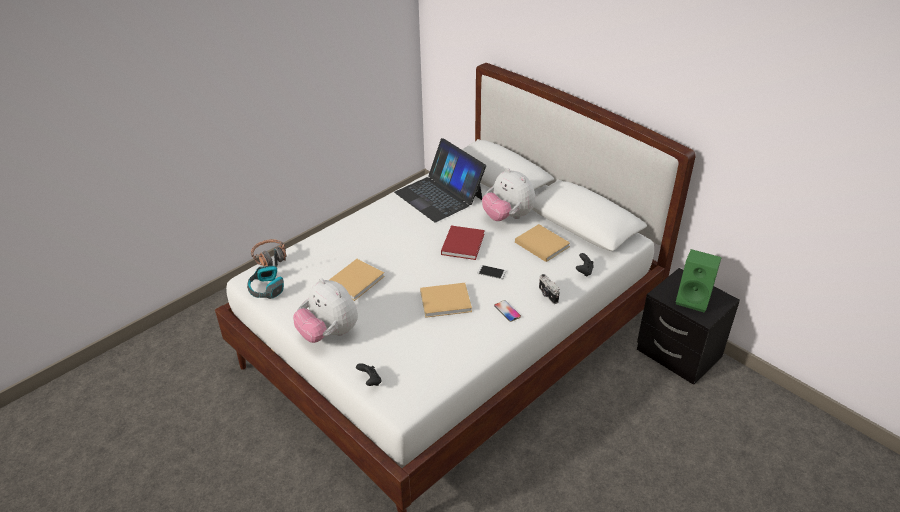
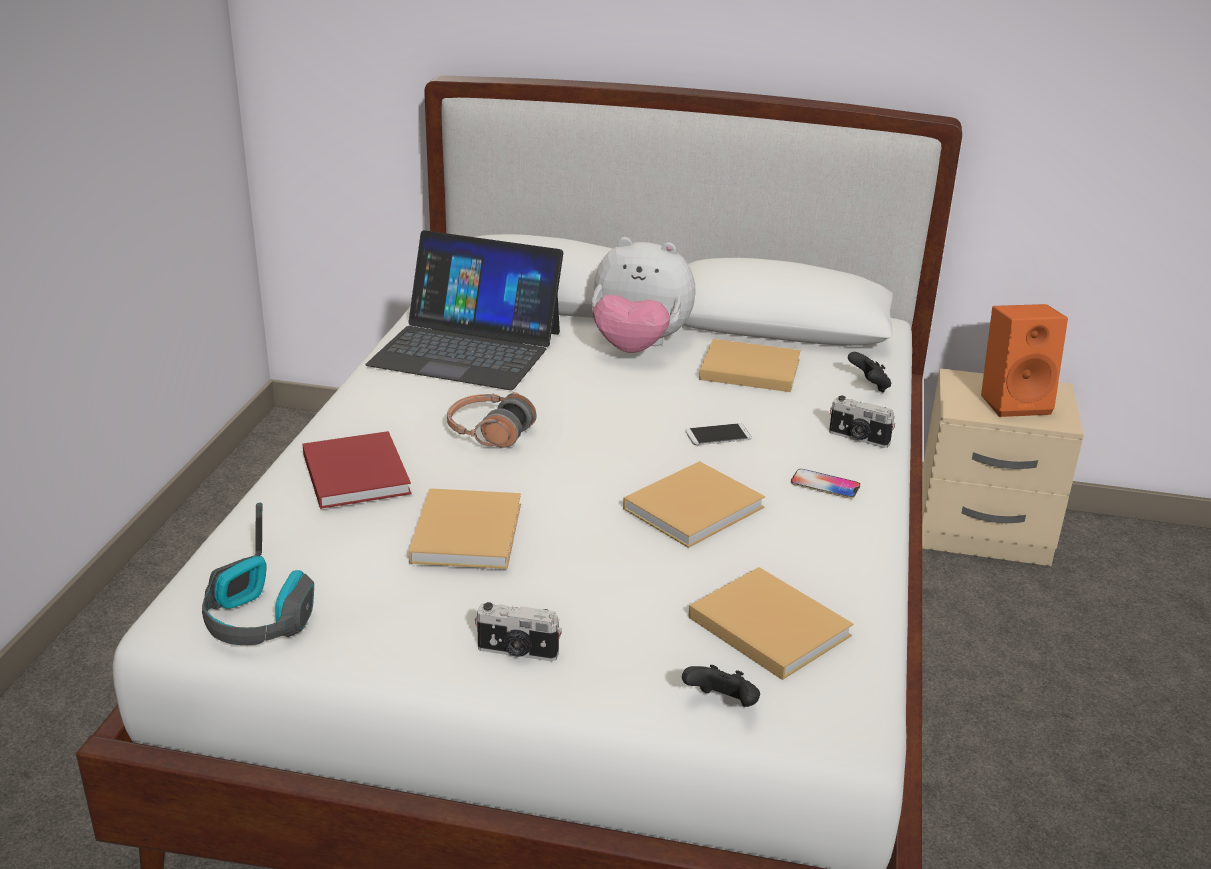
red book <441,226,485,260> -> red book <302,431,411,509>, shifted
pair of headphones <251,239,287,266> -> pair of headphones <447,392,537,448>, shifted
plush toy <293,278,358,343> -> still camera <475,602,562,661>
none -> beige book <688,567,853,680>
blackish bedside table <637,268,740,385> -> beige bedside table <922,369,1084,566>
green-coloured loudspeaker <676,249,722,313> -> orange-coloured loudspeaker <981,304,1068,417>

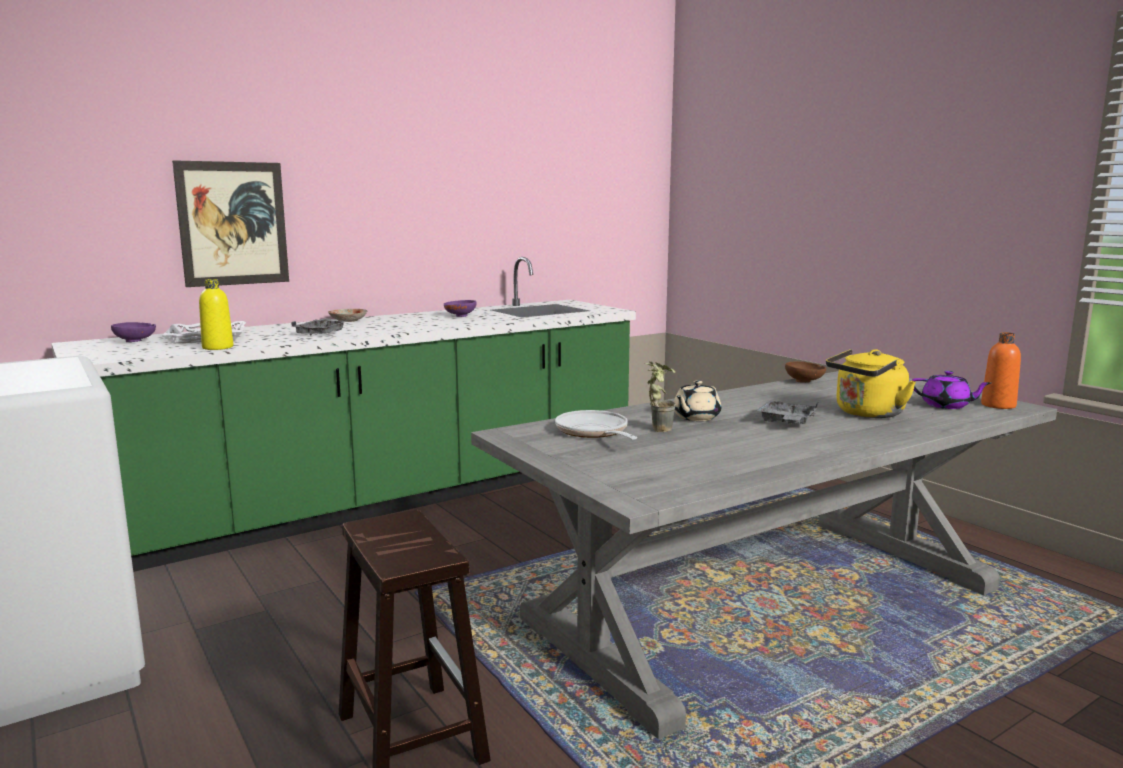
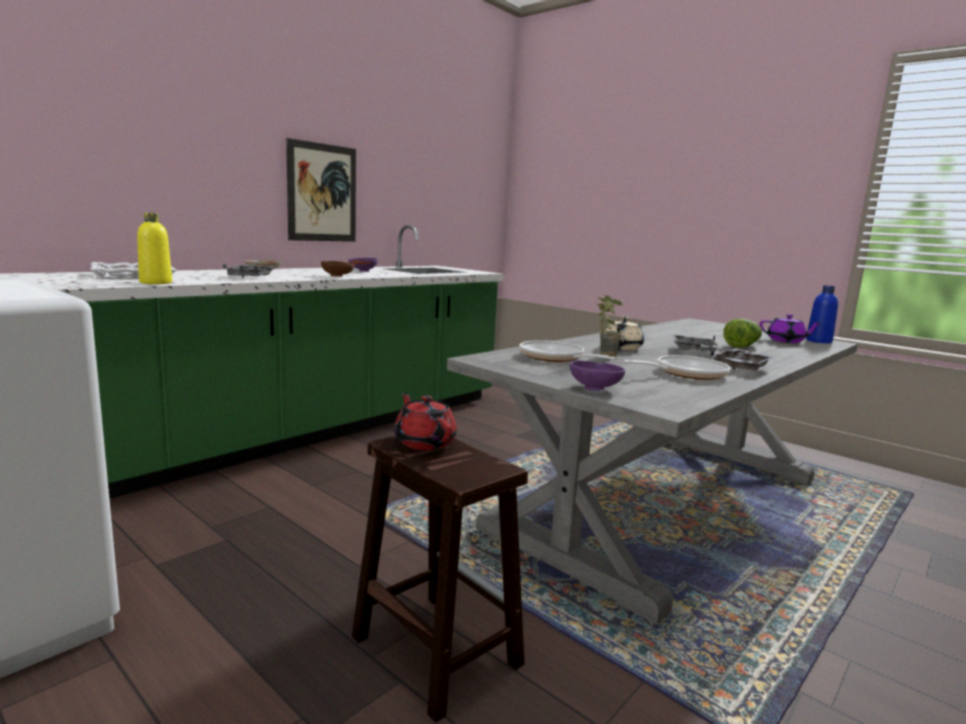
picture <172,160,289,287> -> picture <286,138,356,242>, shifted
brownish serving bowl <785,361,826,383> -> brownish serving bowl <321,261,354,277>, shifted
none -> red teapot <394,393,457,450>
purplish serving bowl <111,322,156,342> -> purplish serving bowl <570,360,625,391>, shifted
none -> skillet <623,355,731,380>
none -> gray carrying tray <711,348,773,371>
yellow water kettle <826,349,916,418> -> lettuce <723,319,762,348>
orange-coloured beverage bottle <981,332,1021,409> -> bluish beverage bottle <806,285,838,343>

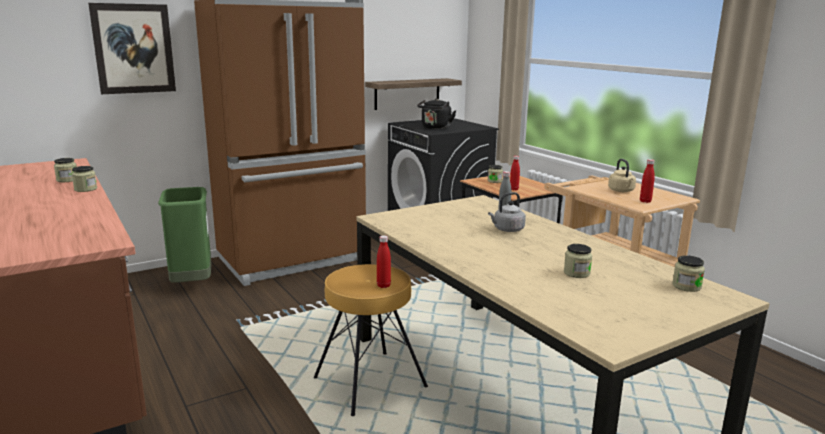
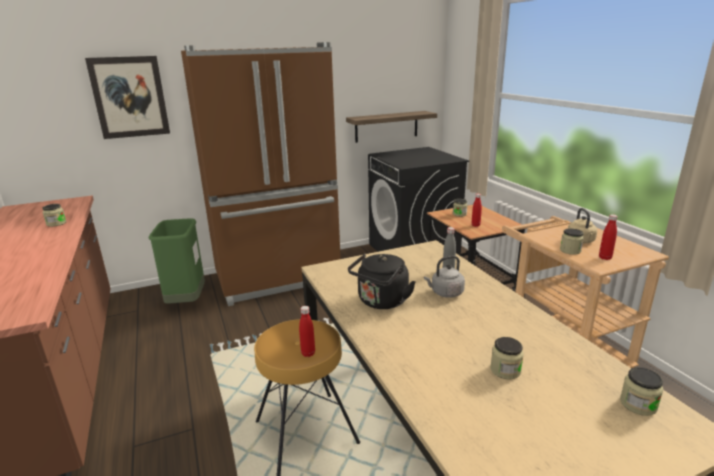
blackish water kettle <417,98,456,129> -> blackish water kettle <348,254,415,309>, shifted
jar <72,166,97,192> -> jar <560,228,584,255>, shifted

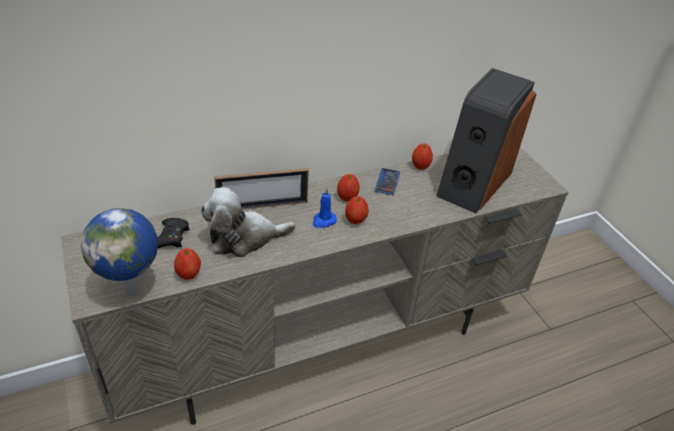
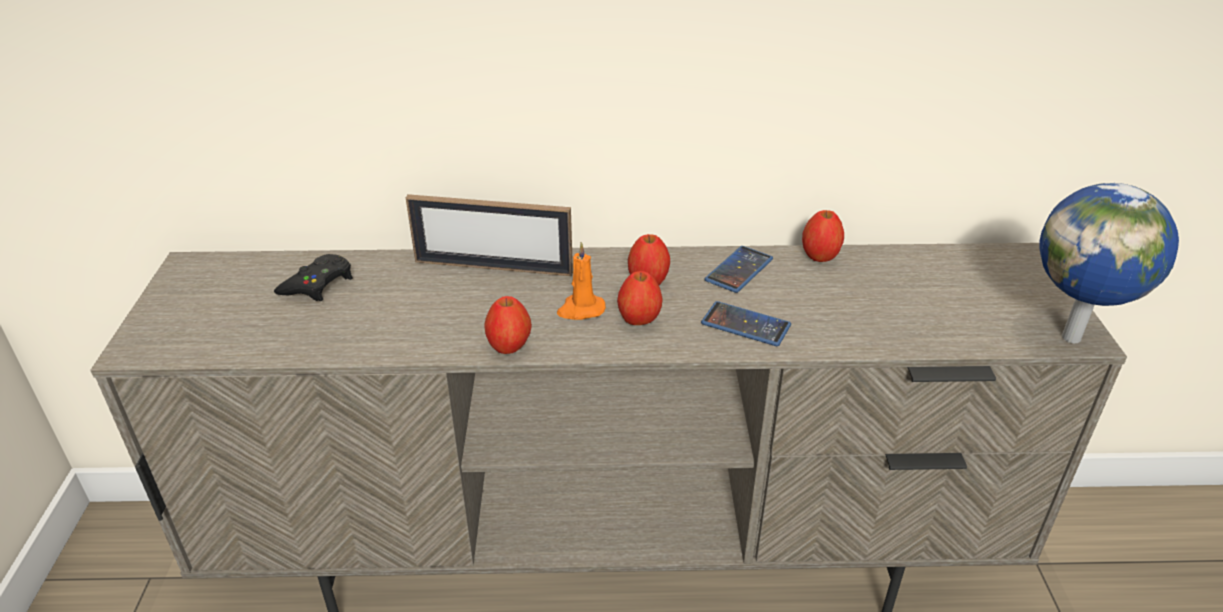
apple fruit <174,248,201,280> -> apple fruit <484,296,532,354>, shifted
bluish wax candle <313,188,337,228> -> orange-coloured wax candle <557,242,606,320>
none -> handset <701,301,791,346>
desk globe <81,208,158,296> -> desk globe <1039,183,1179,343>, shifted
plush toy <201,187,296,257> -> none
loudspeaker <436,68,536,213> -> none

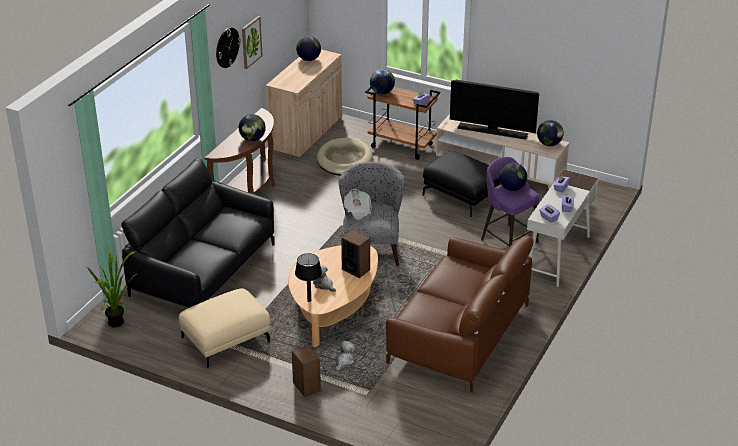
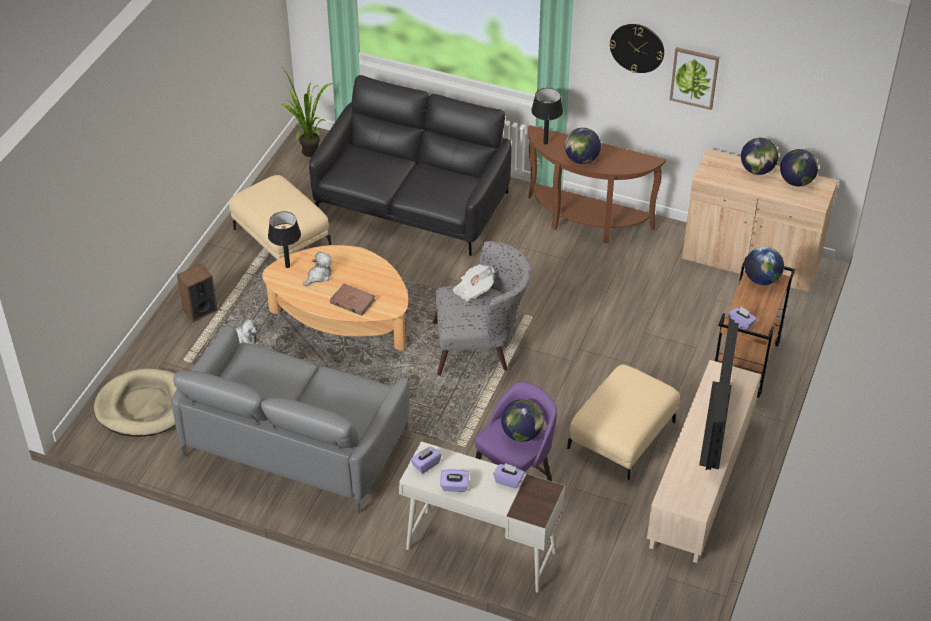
beige dog cushion <317,138,373,176> -> beige dog cushion <94,369,177,437>, shifted
brownish couch <386,236,533,393> -> gray couch <172,325,410,514>
loudspeaker <341,230,370,278> -> brownish book <330,284,375,316>
none -> blackish table lamp <531,88,563,145>
blackish ottoman <422,151,501,217> -> beige ottoman <567,365,680,480>
desk globe <537,120,564,146> -> desk globe <741,138,778,175>, shifted

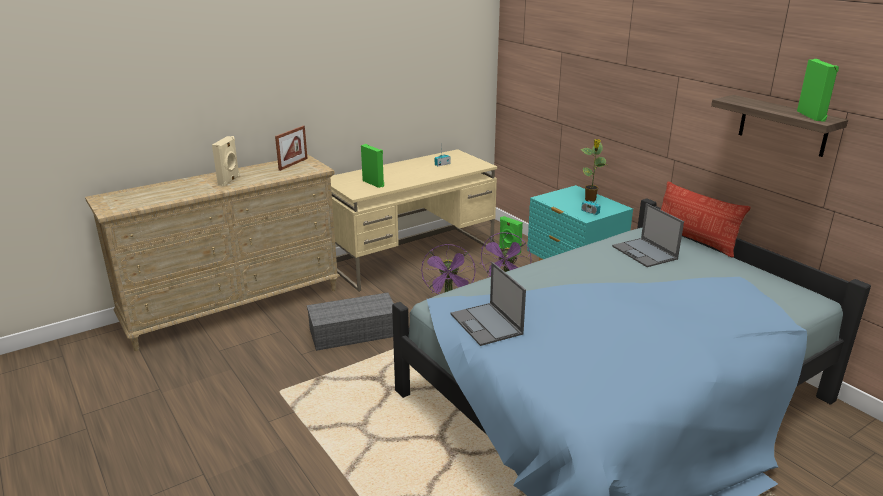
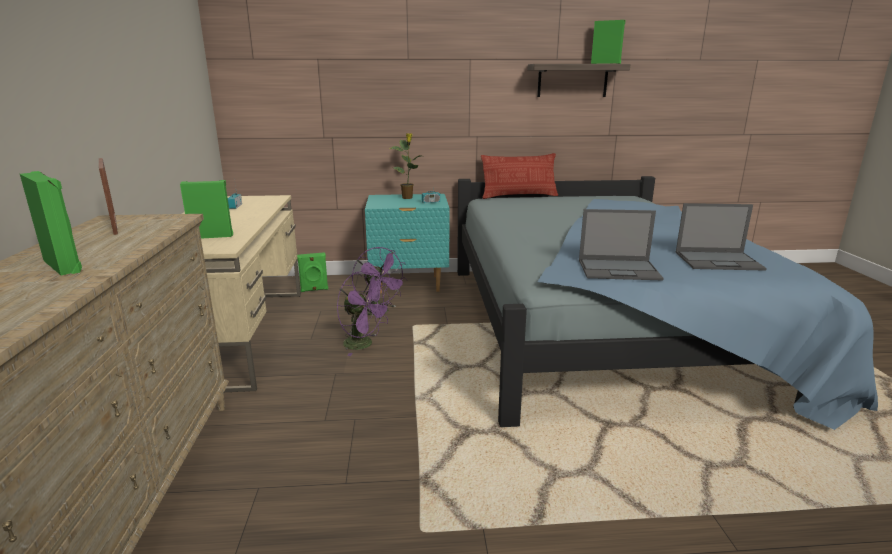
beige loudspeaker <212,136,240,187> -> green-coloured loudspeaker <20,171,82,275>
portable computer <612,203,684,267> -> portable computer <676,203,767,271>, shifted
gray storage bin <307,293,394,351> -> none

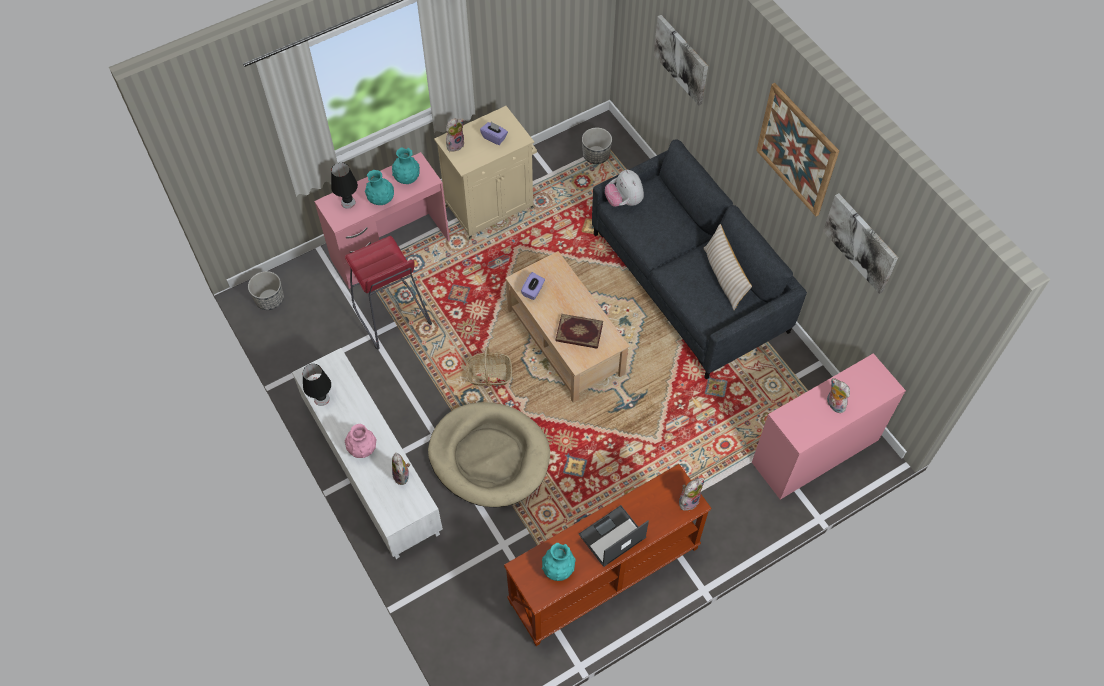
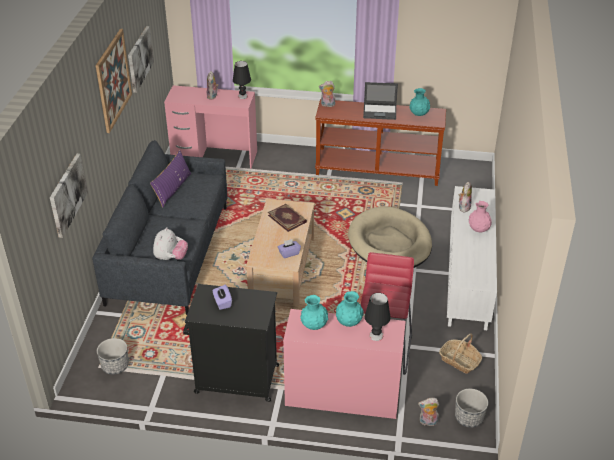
beige throw pillow <704,224,752,310> -> purplish throw pillow <150,150,191,208>
beige cupboard <434,106,537,240> -> blackish cupboard <183,284,279,402>
blackish table lamp <303,364,331,406> -> blackish table lamp <233,61,251,99>, shifted
plush toy <446,118,464,152> -> plush toy <418,398,439,426>, shifted
basket <466,347,512,386> -> basket <439,333,482,374>, shifted

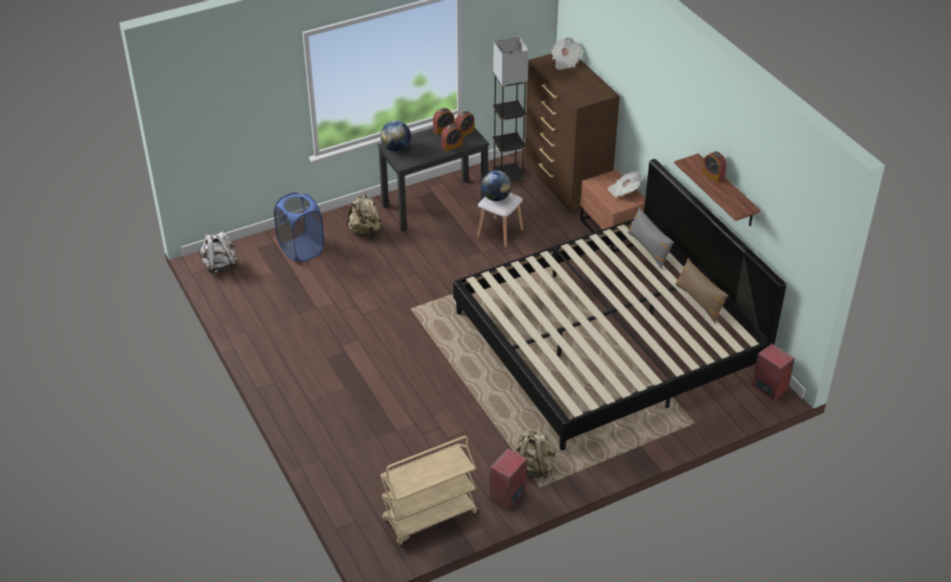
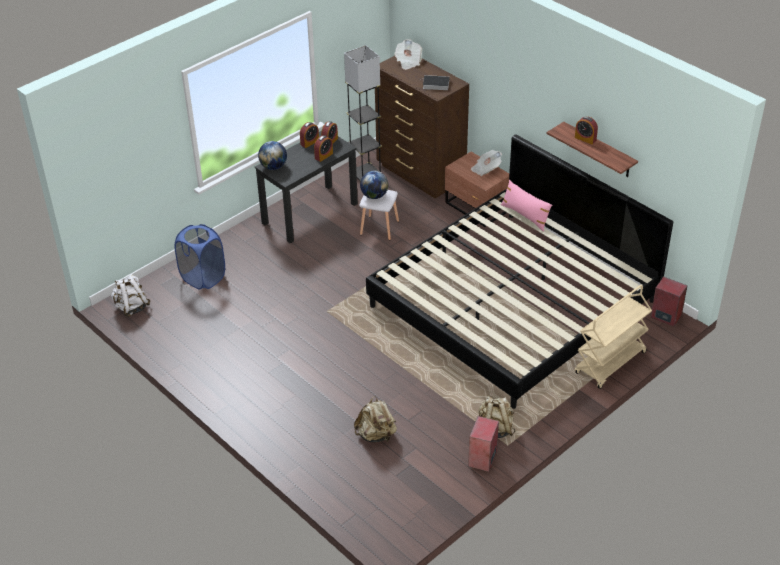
beige rucksack <346,193,382,237> -> beige rucksack <354,396,397,443>, shifted
none -> book <420,75,449,90>
gray throw pillow <627,207,674,269> -> pink-coloured throw pillow <501,180,552,231>
beige cart <380,436,479,546> -> beige cart <575,285,652,389>, shifted
brownish throw pillow <675,258,729,324> -> none

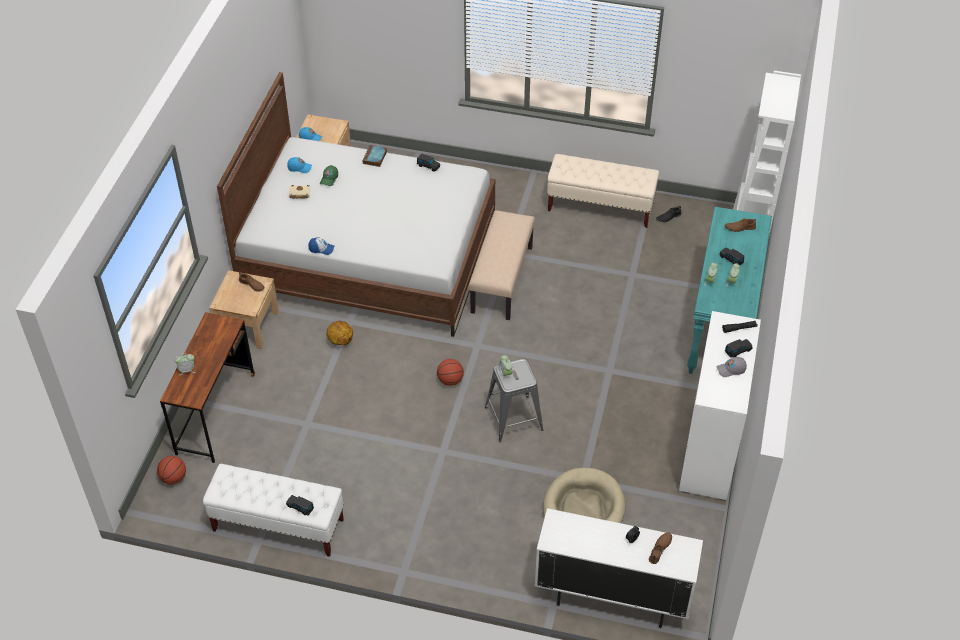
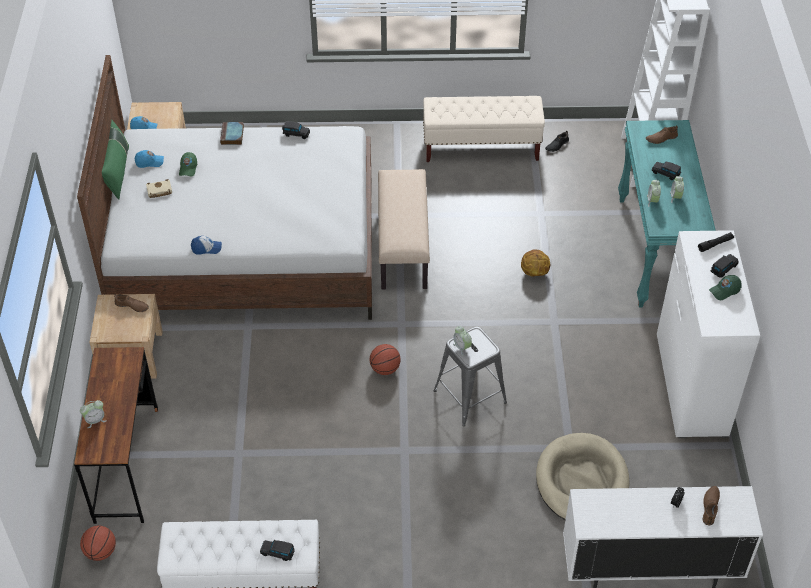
none -> green-coloured throw pillow <102,120,129,200>
basketball <326,321,353,345> -> basketball <521,249,550,277>, shifted
gray baseball cap <717,357,747,377> -> green-coloured baseball cap <709,275,742,300>

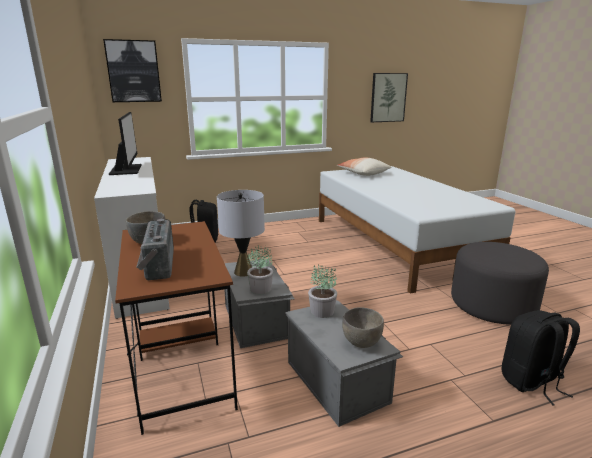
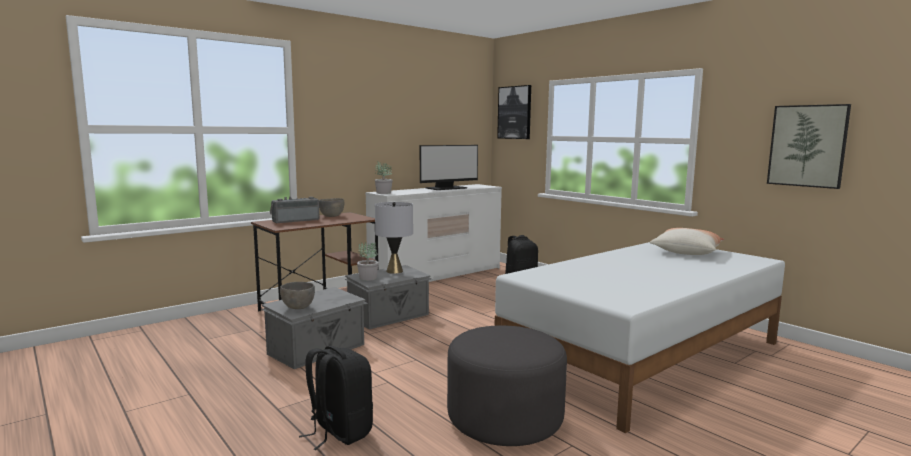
houseplant <308,264,337,318> -> houseplant <375,162,392,194>, shifted

